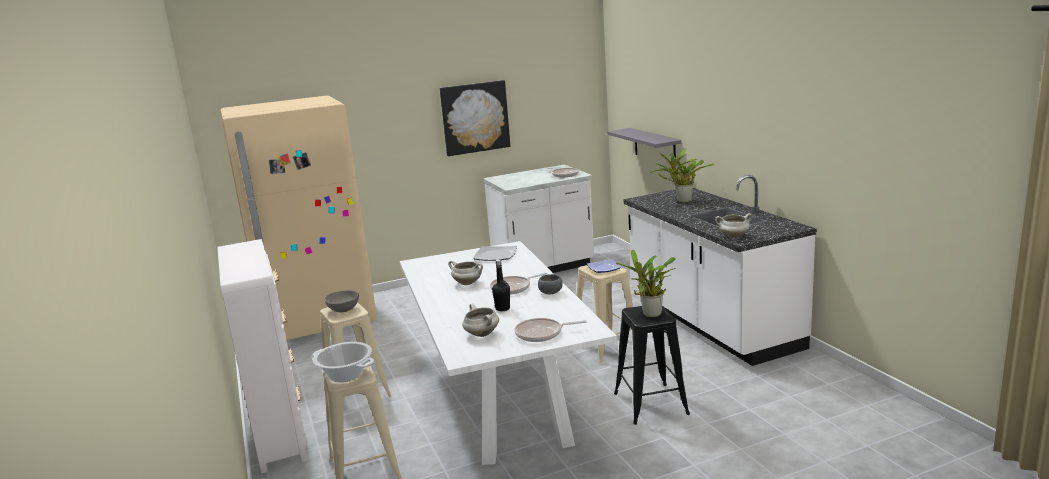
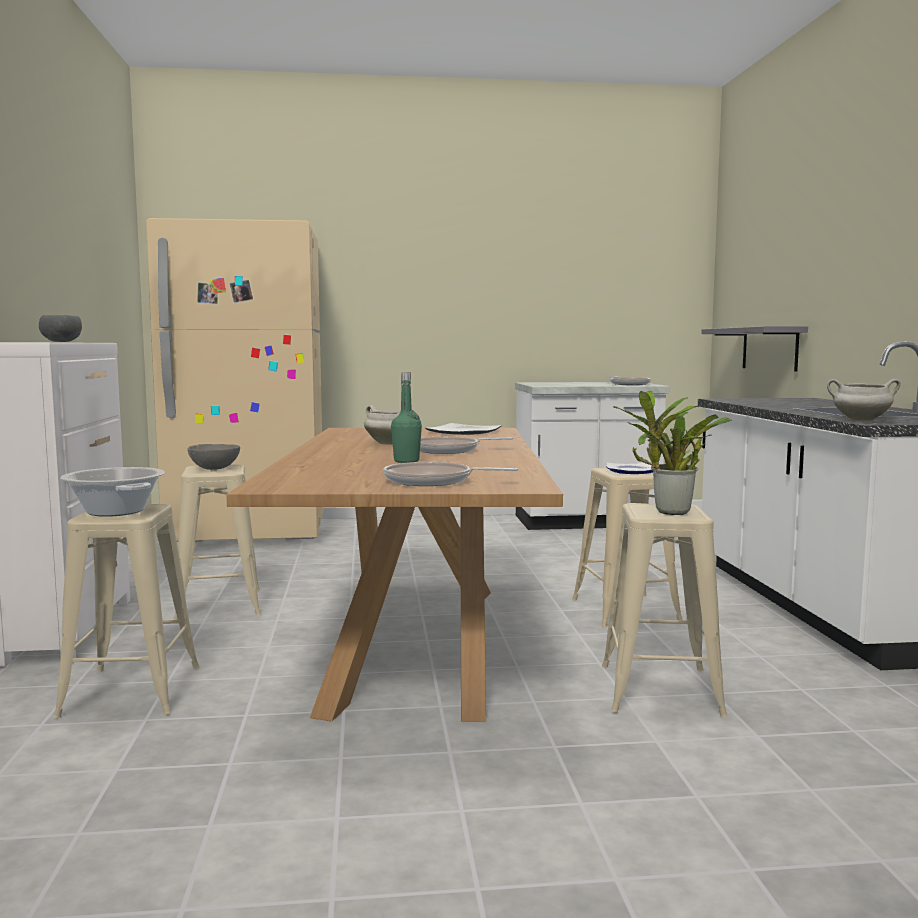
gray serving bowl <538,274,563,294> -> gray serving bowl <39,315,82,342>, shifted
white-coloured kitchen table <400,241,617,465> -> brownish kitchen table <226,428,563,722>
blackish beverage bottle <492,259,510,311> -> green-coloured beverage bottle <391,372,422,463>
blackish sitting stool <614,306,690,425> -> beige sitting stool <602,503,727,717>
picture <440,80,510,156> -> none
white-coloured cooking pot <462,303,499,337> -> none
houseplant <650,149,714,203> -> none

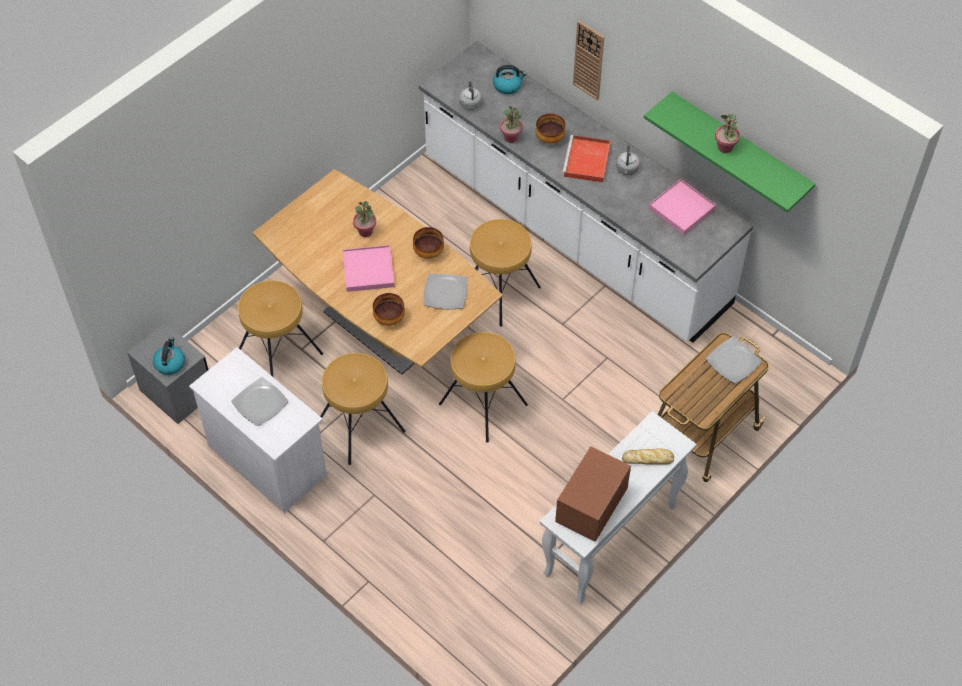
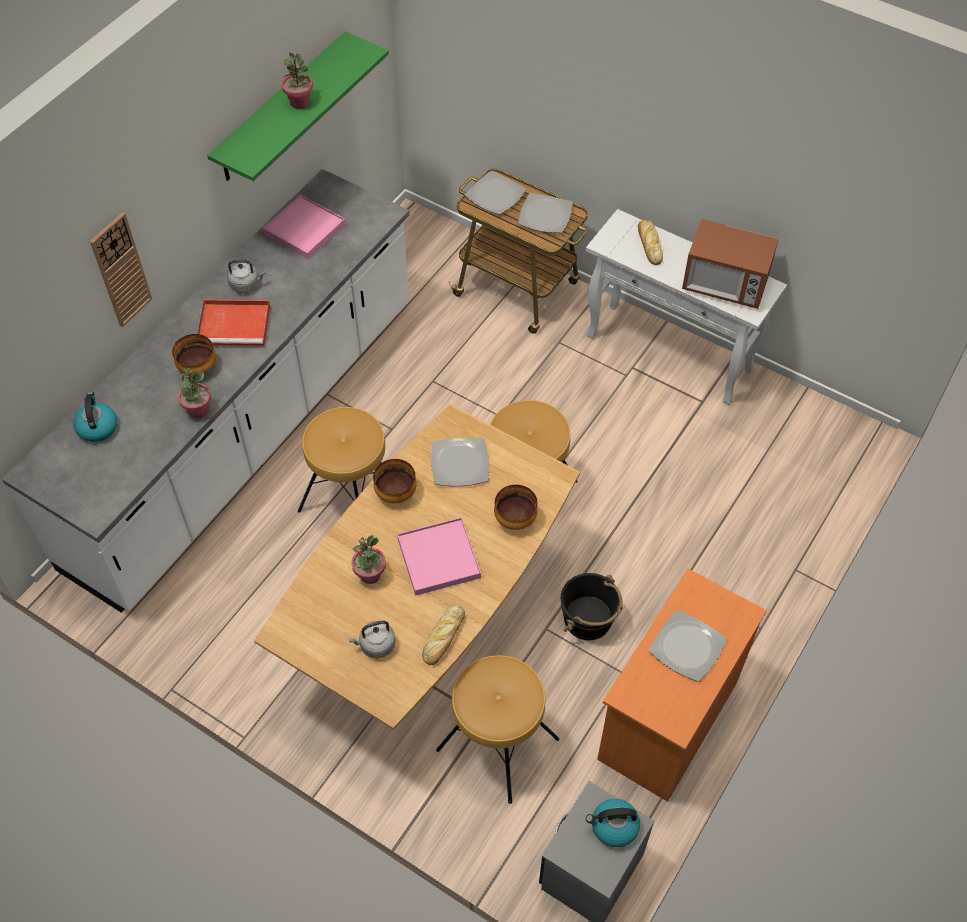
gray water kettle <459,80,482,110> -> gray water kettle <348,621,395,658>, shifted
none -> baked bread <422,604,465,665>
none -> flat dish <518,193,573,233>
brownish sitting stool <320,353,405,465> -> blackish bucket <561,573,623,640>
white-coloured dresser <189,347,327,513> -> orange-coloured dresser <597,569,767,802>

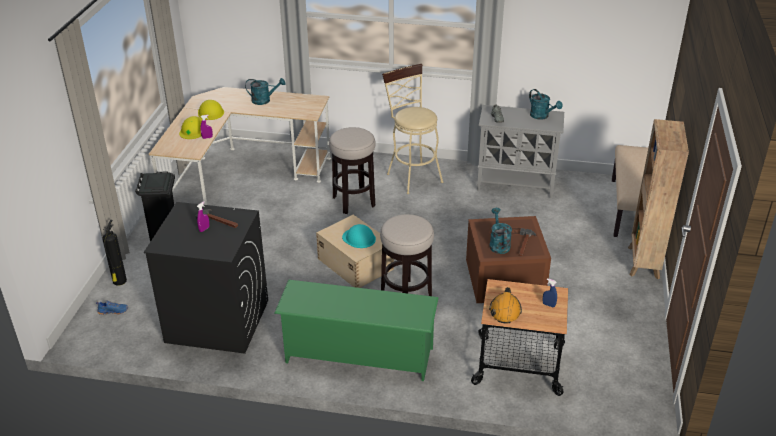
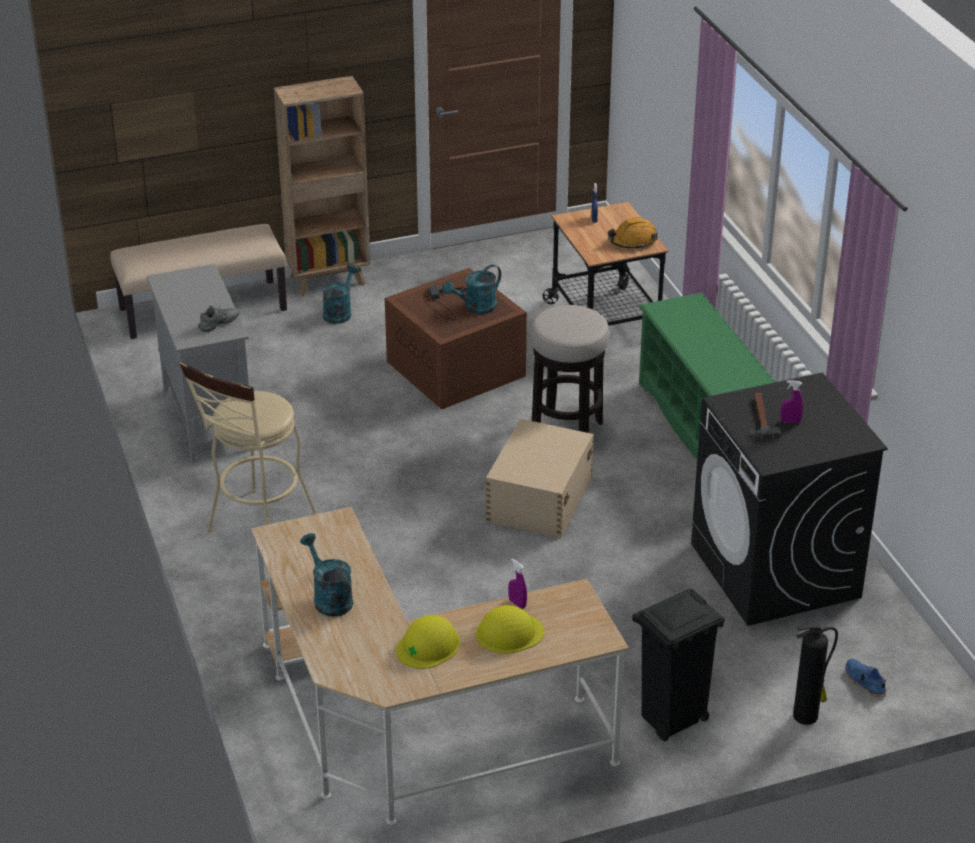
turquoise-coloured sprinkling can <529,89,562,120> -> turquoise-coloured sprinkling can <322,264,359,324>, shifted
sitting stool <329,127,375,214> -> none
turquoise-coloured hard hat <342,224,376,248> -> none

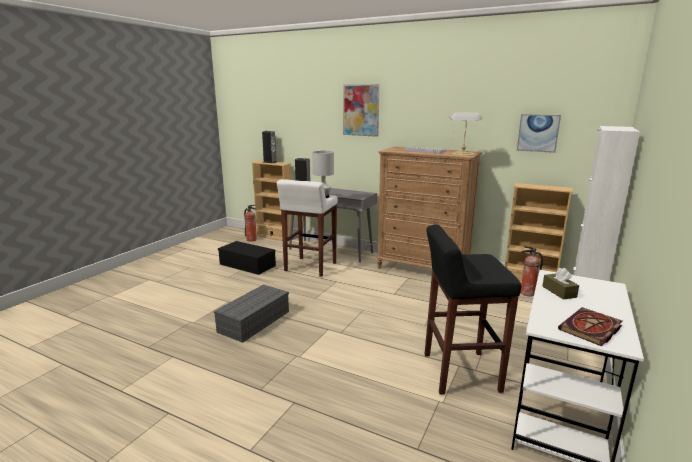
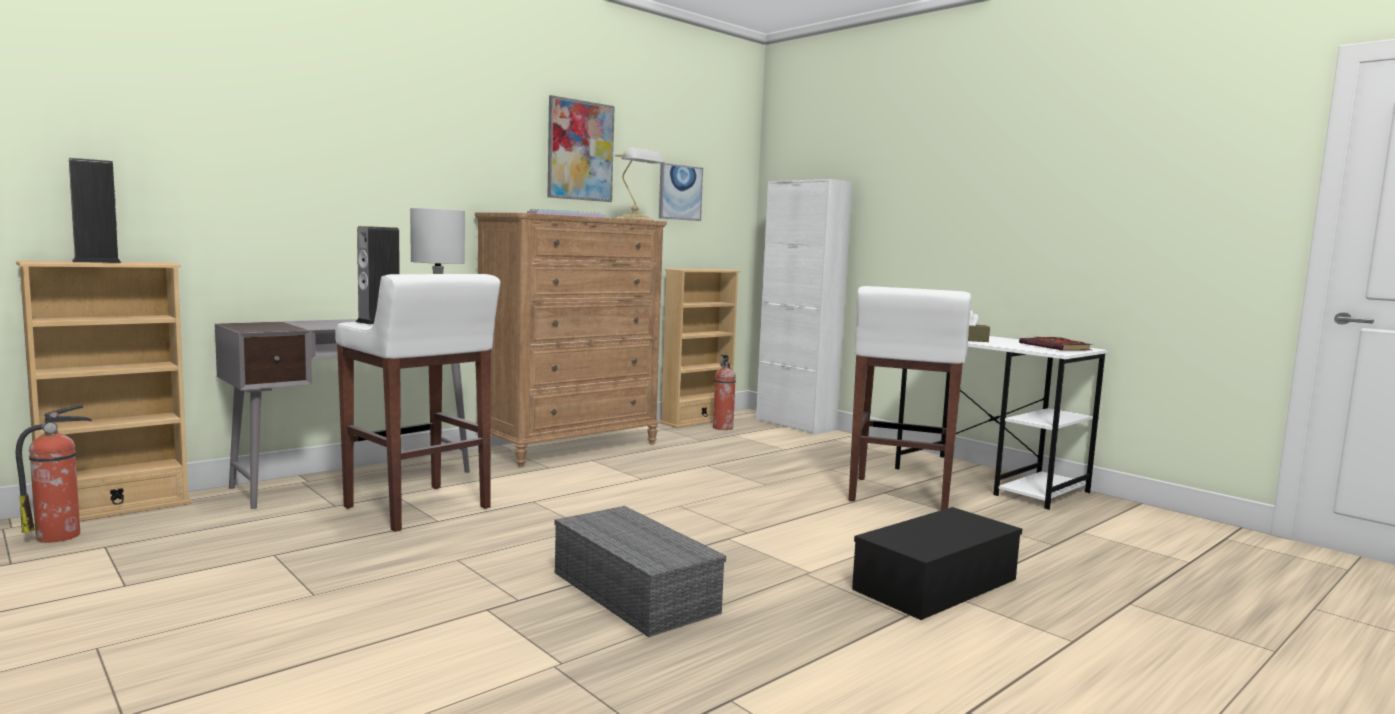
picture <343,84,380,137> -> picture <548,95,615,202>, shifted
blackish sitting stool <425,225,521,395> -> white-coloured sitting stool <849,286,971,510>
blackish storage bin <218,241,276,275> -> blackish storage bin <852,507,1022,620>, shifted

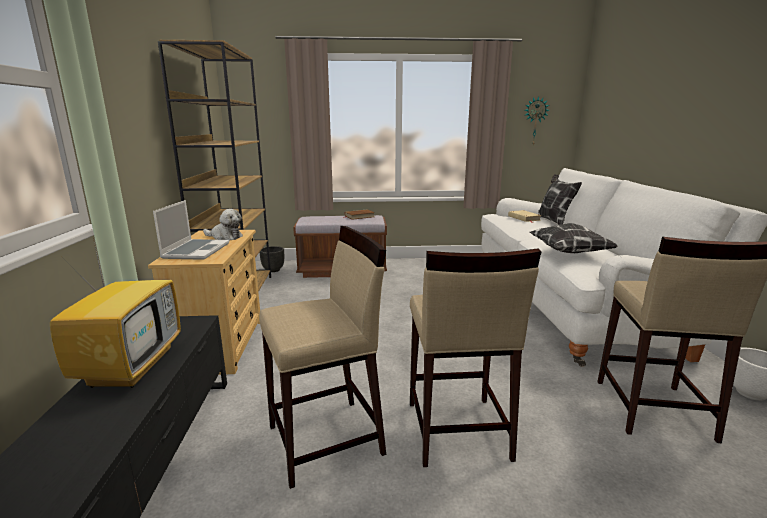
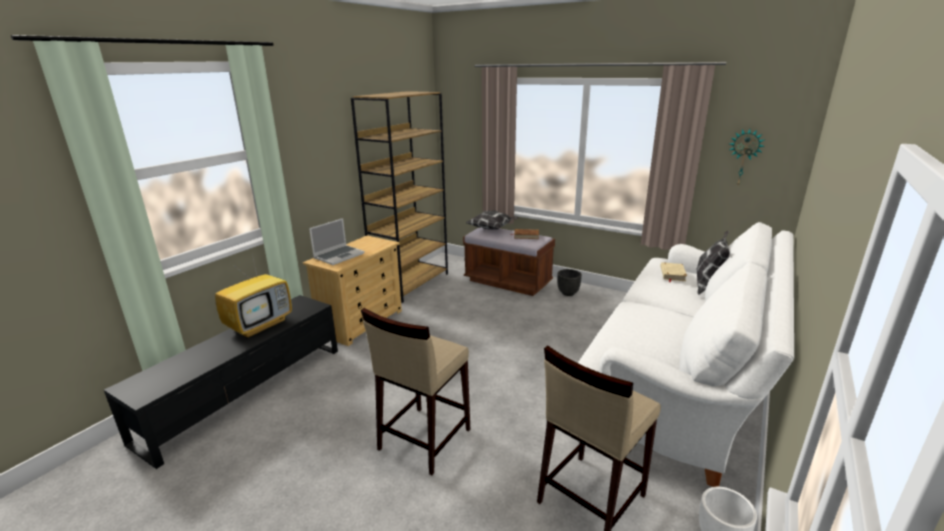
throw pillow <530,223,618,253> -> throw pillow <465,211,518,230>, shifted
blackish plant pot <259,246,284,272> -> blackish plant pot <557,269,582,296>, shifted
plush toy <203,209,243,240> -> none
beige sitting stool <259,226,386,489> -> none

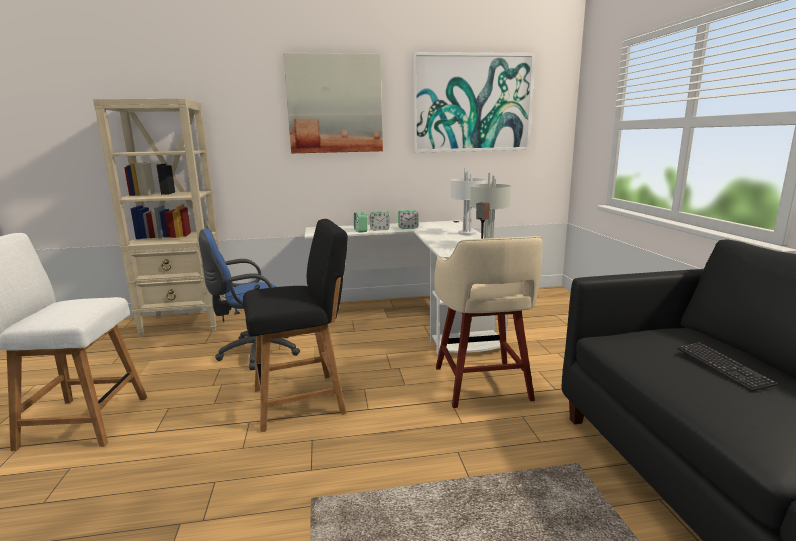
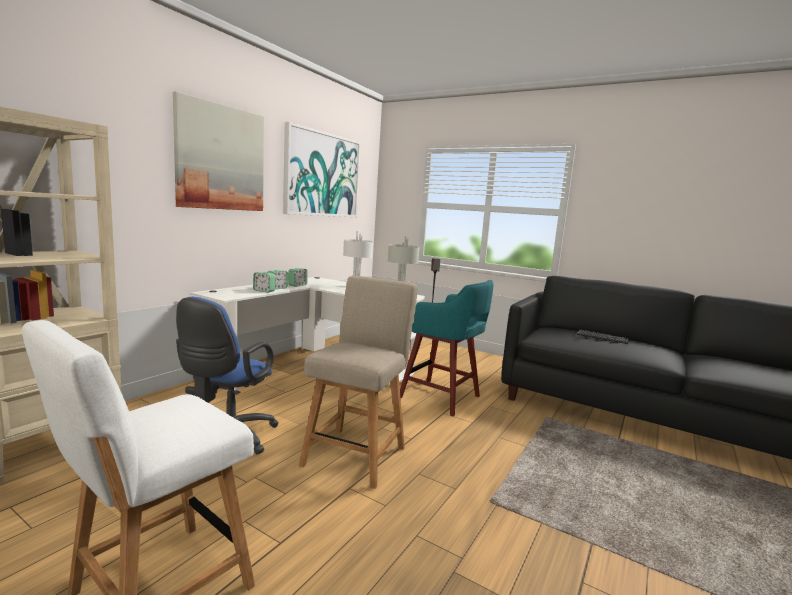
blackish upright chair <243,219,348,432> -> beige upright chair <299,276,418,489>
beige sitting stool <435,236,543,408> -> turquoise-coloured sitting stool <400,280,493,416>

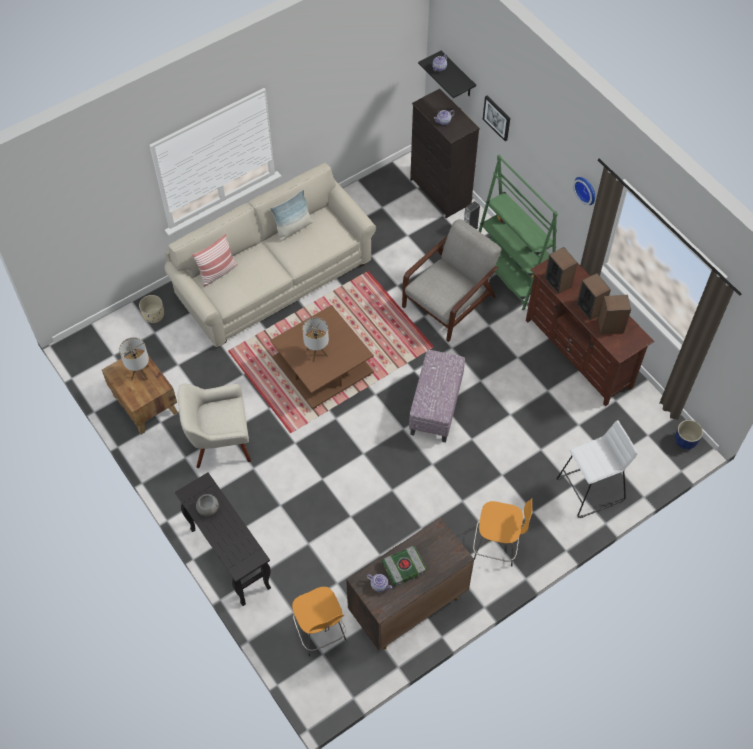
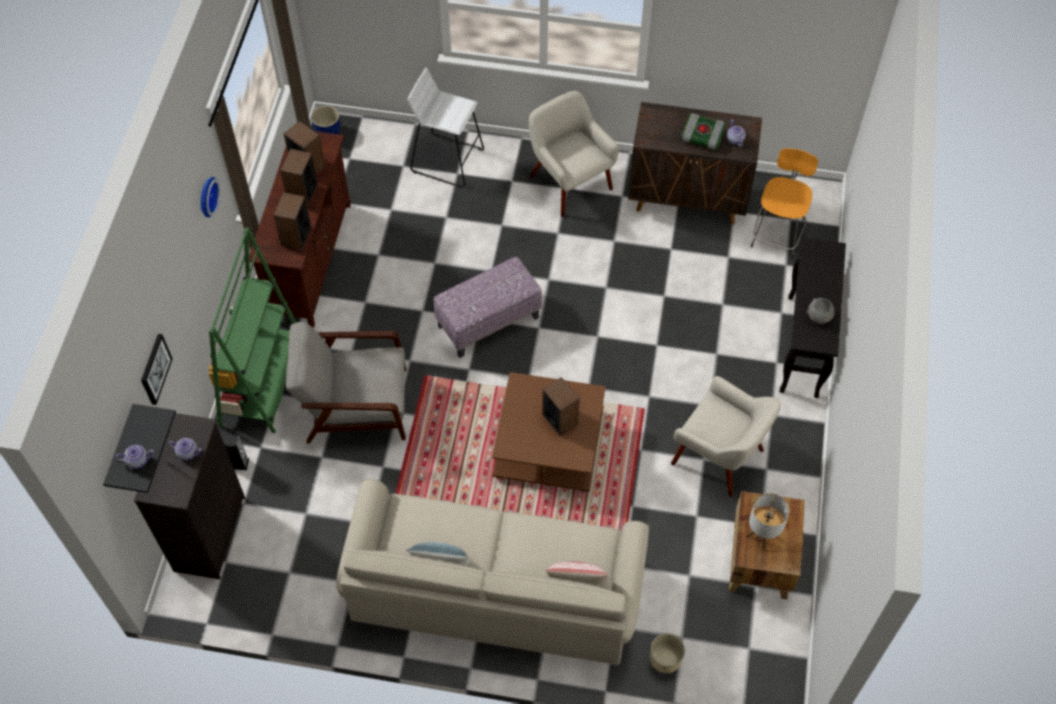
orange-coloured sitting stool <473,498,532,567> -> beige lounge chair <529,91,619,217>
table lamp <302,318,329,362> -> loudspeaker <542,377,580,436>

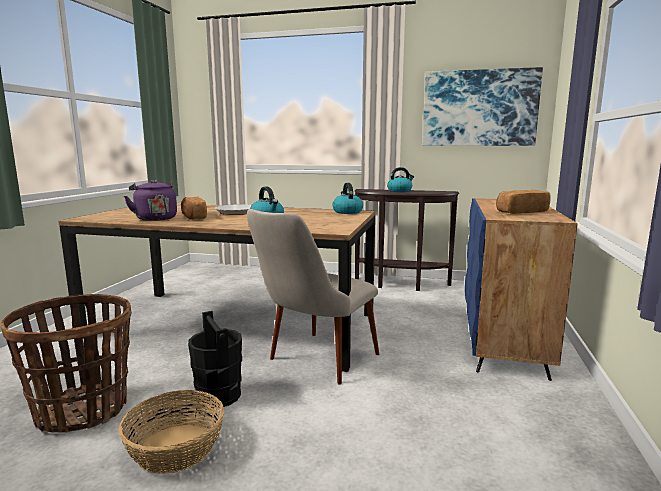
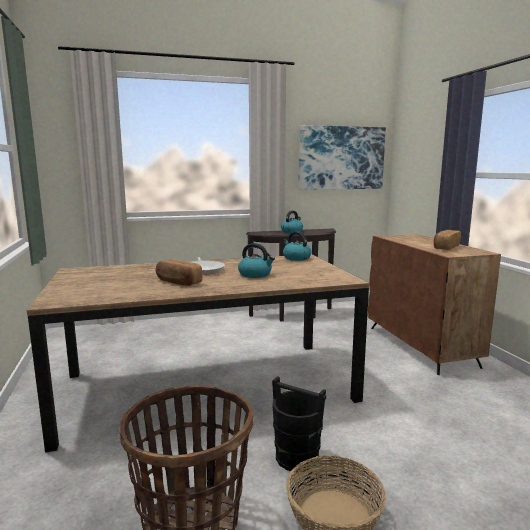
bluish cupboard <465,198,578,381> -> brownish cupboard <368,234,501,375>
purplish water kettle <124,180,177,221> -> none
beige upright chair <247,209,379,384> -> none

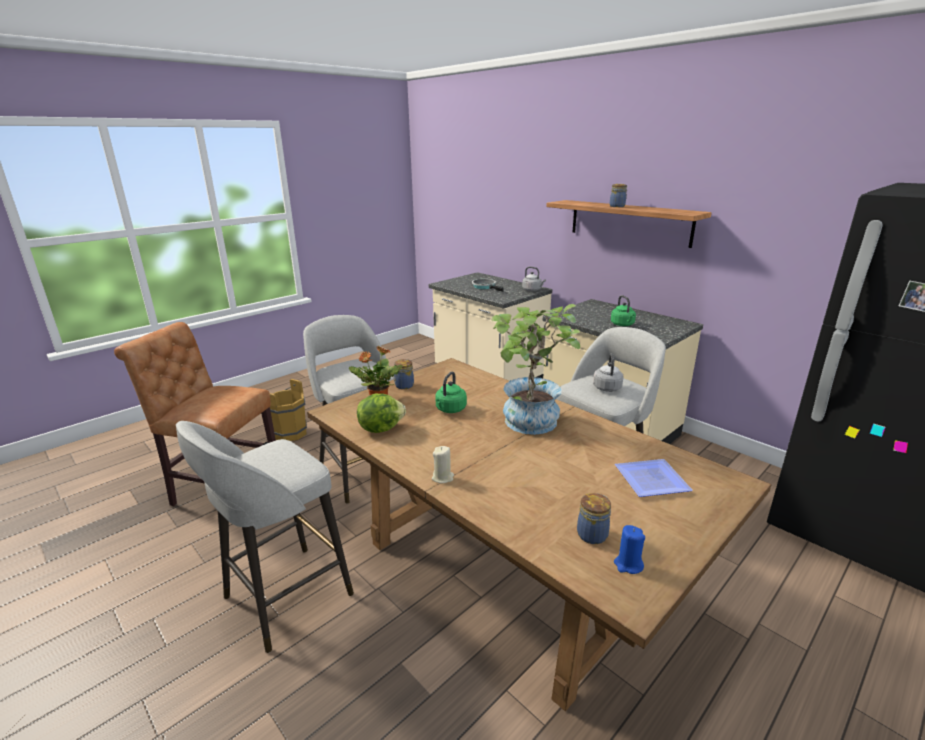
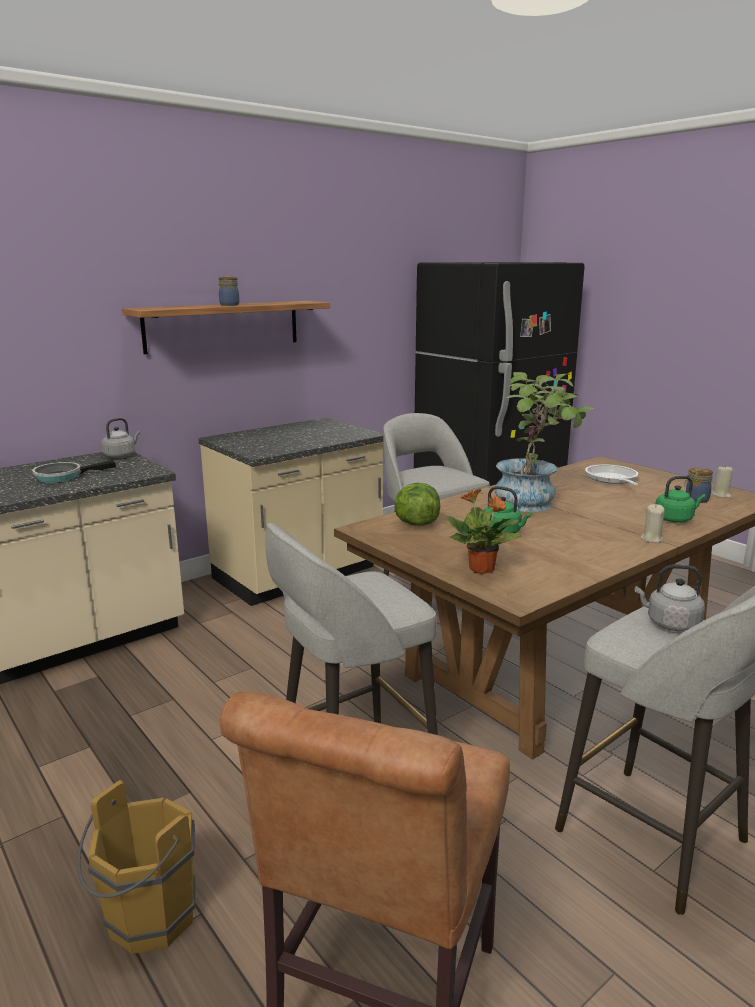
lettuce <357,394,406,433> -> lettuce <394,483,440,526>, shifted
flat dish <615,459,693,497> -> skillet <585,465,639,486>
gray water kettle <593,354,624,392> -> gray water kettle <635,564,705,632>, shifted
green-coloured water kettle <611,295,636,326> -> green-coloured water kettle <656,476,706,523>, shifted
bluish wax candle <614,525,645,574> -> beige wax candle <712,466,733,498>
jar <394,359,414,389> -> none

